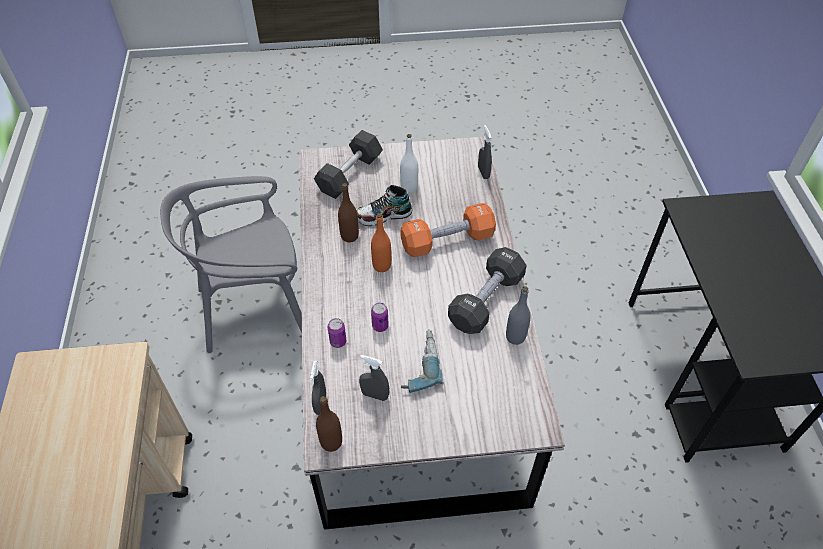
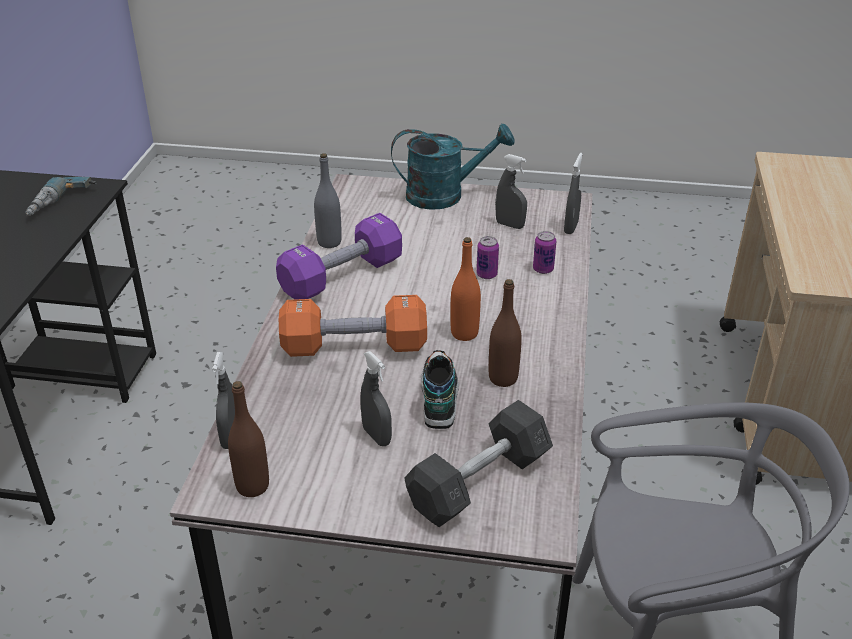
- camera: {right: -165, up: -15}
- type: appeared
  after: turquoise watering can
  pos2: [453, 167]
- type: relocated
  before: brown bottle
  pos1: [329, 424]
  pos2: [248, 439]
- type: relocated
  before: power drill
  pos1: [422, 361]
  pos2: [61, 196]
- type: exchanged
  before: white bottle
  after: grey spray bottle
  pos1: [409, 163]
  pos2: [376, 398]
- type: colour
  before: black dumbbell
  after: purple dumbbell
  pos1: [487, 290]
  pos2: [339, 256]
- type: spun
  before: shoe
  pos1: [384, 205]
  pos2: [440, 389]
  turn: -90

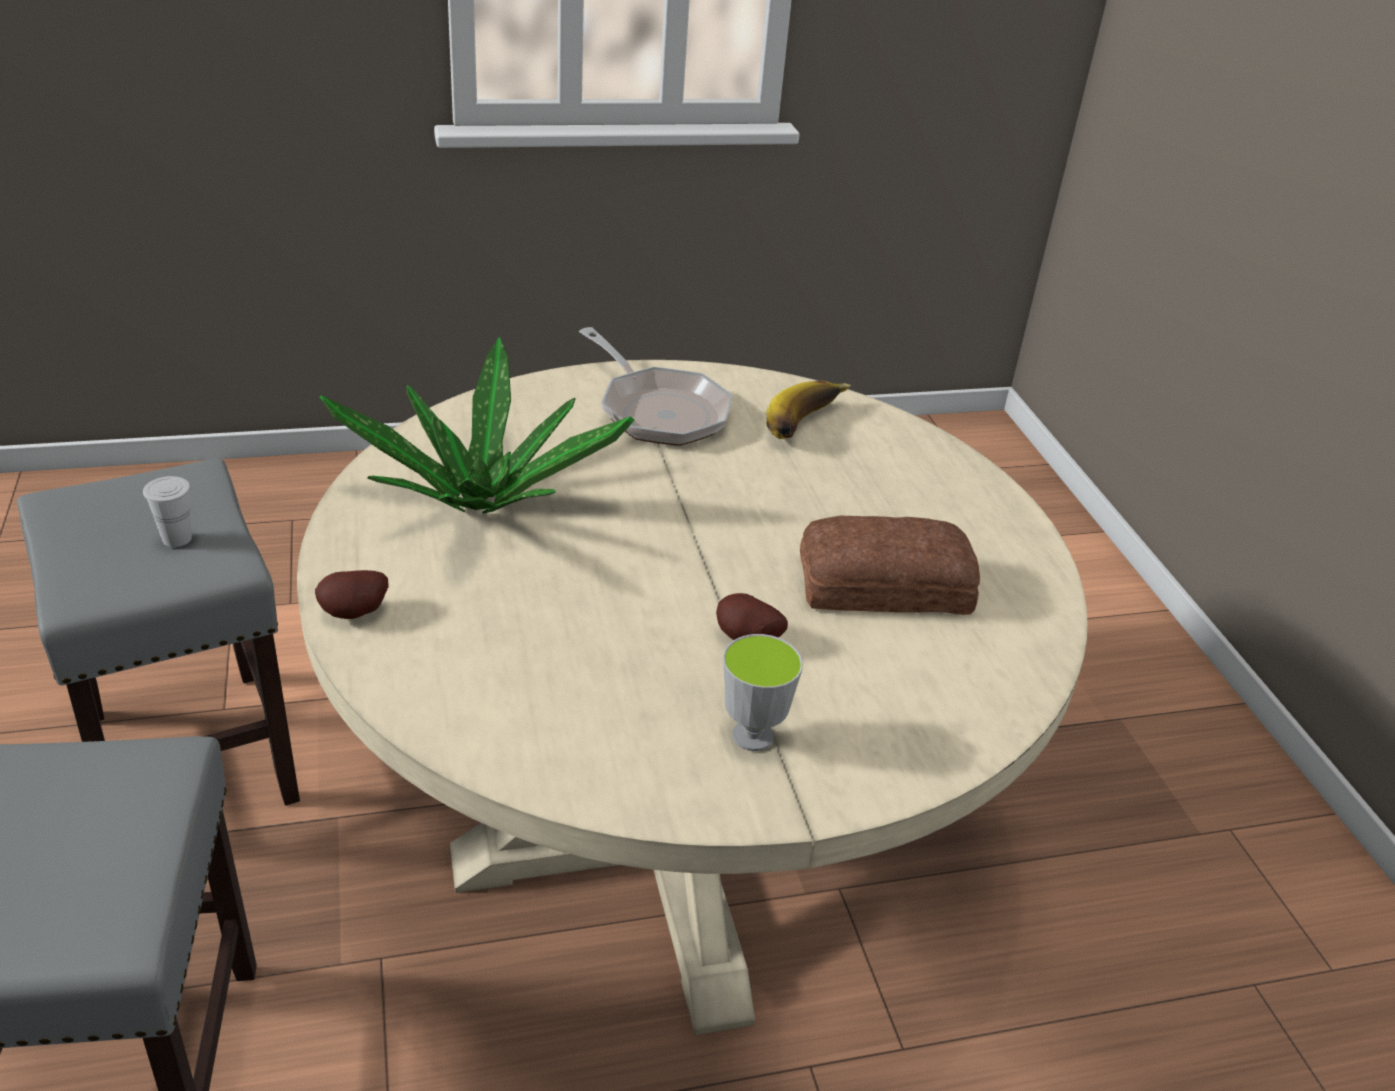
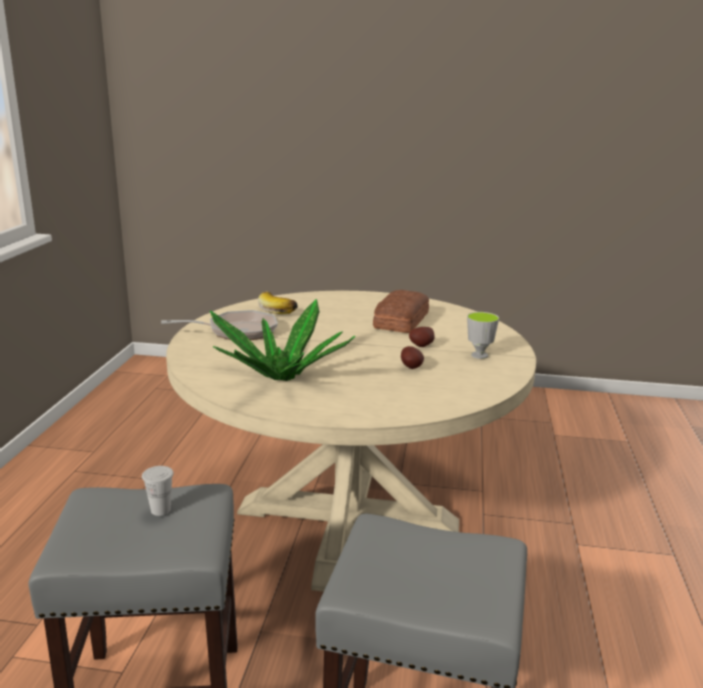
- camera: {right: -65, up: -15}
- type: relocated
  before: potato
  pos1: [352, 594]
  pos2: [412, 357]

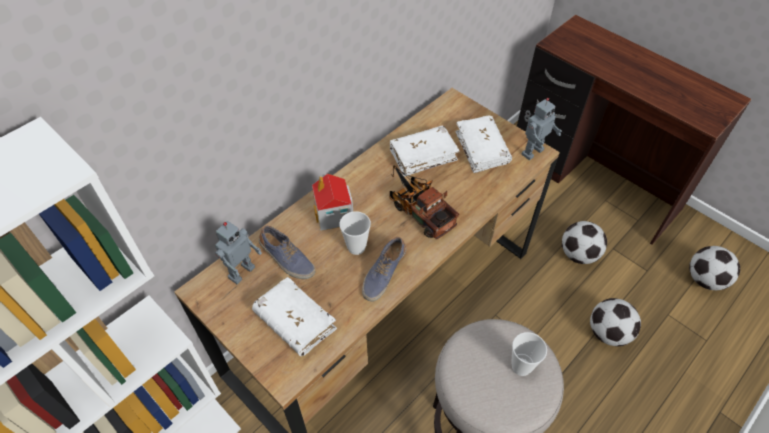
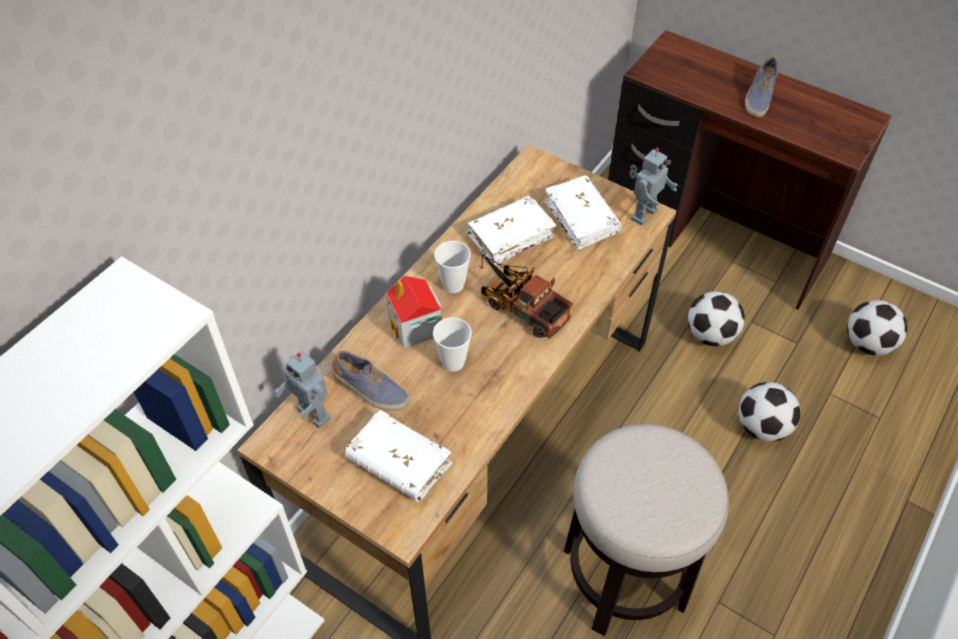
- camera: {right: -10, up: 0}
- type: relocated
  before: shoe
  pos1: [384, 269]
  pos2: [762, 86]
- type: relocated
  before: cup
  pos1: [529, 354]
  pos2: [452, 267]
- type: spun
  before: toy robot
  pos1: [238, 252]
  pos2: [302, 389]
  turn: 105

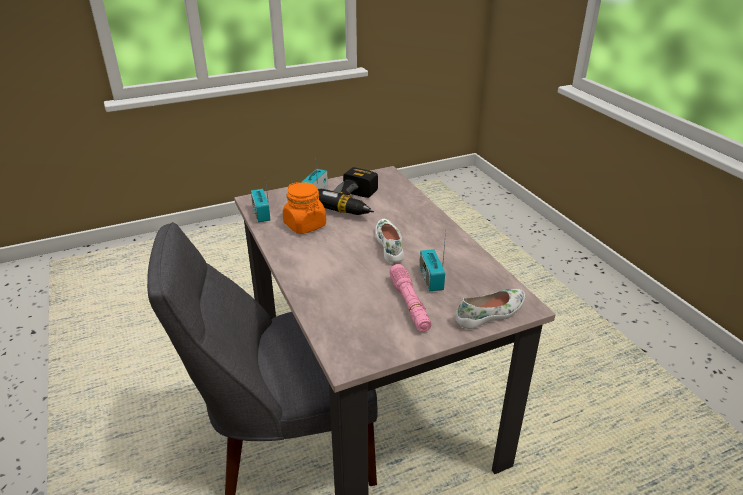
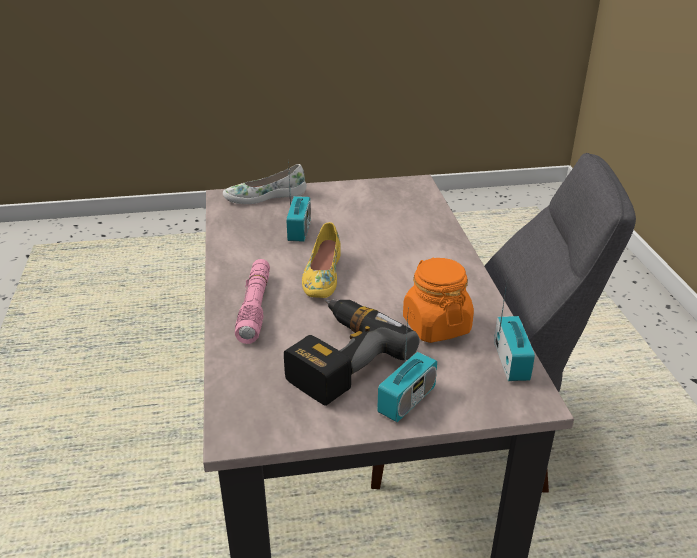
- camera: {right: -165, up: 0}
- type: relocated
  before: pink flashlight
  pos1: [410, 298]
  pos2: [252, 301]
- type: colour
  before: white shoe
  after: yellow shoe
  pos1: [389, 241]
  pos2: [321, 260]

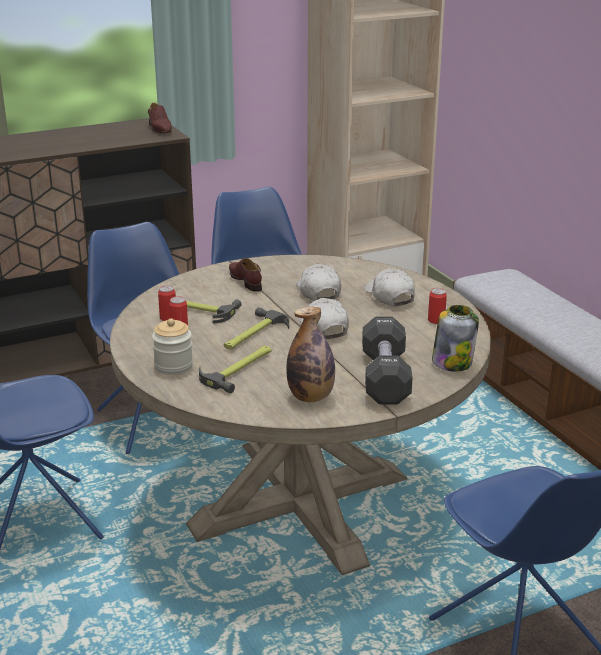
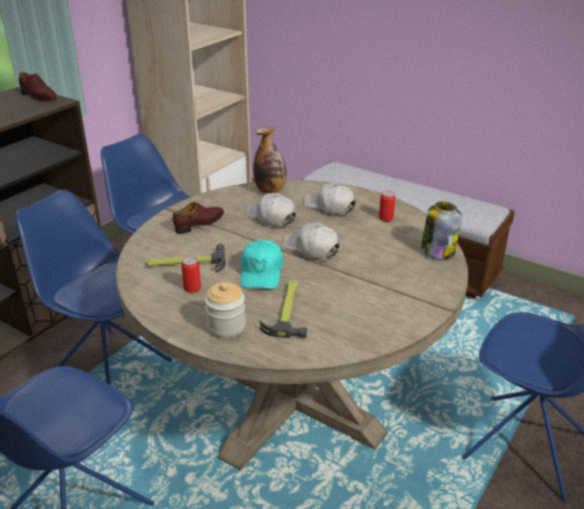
- camera: {right: -30, up: 5}
- type: missing
  before: can
  pos1: [167, 303]
- type: missing
  before: black dumbbell
  pos1: [387, 360]
- type: relocated
  before: bottle
  pos1: [310, 354]
  pos2: [269, 160]
- type: exchanged
  before: hammer
  after: turquoise cap
  pos1: [256, 328]
  pos2: [261, 264]
- type: spun
  before: brown shoe
  pos1: [245, 275]
  pos2: [198, 218]
  turn: 105

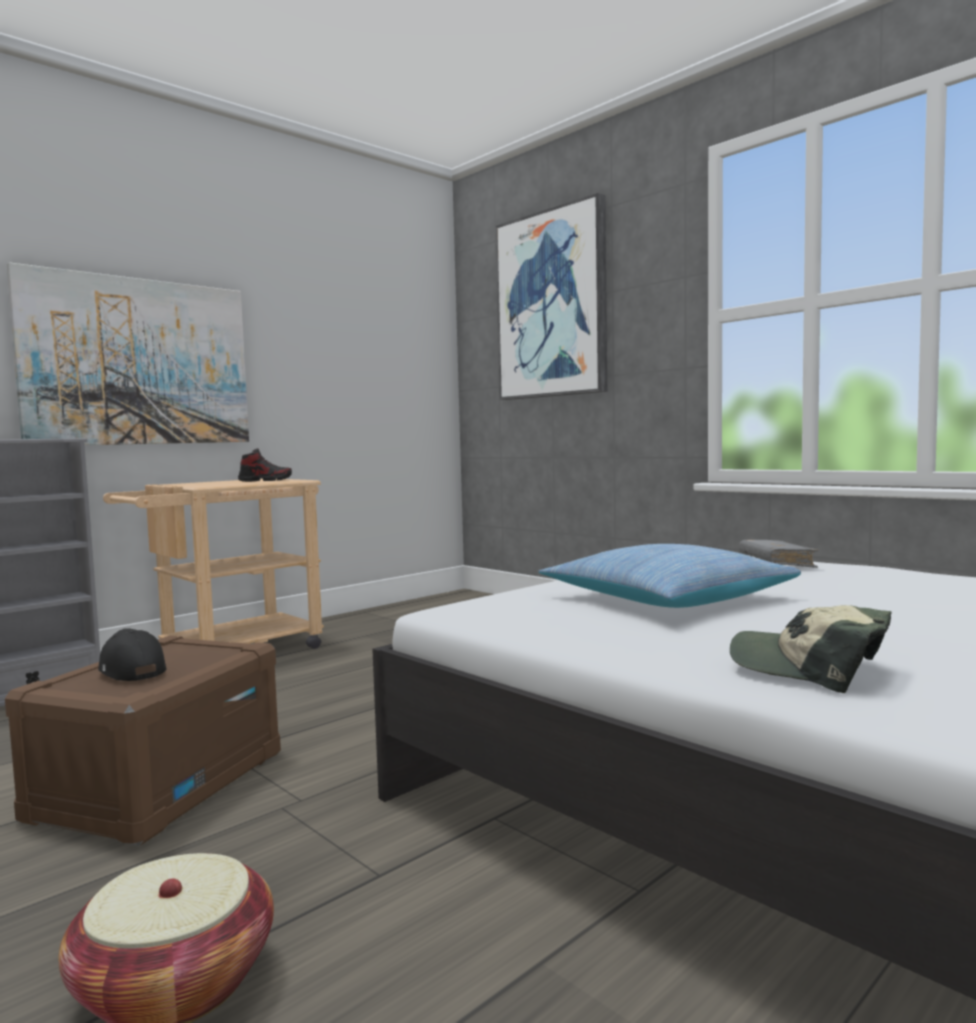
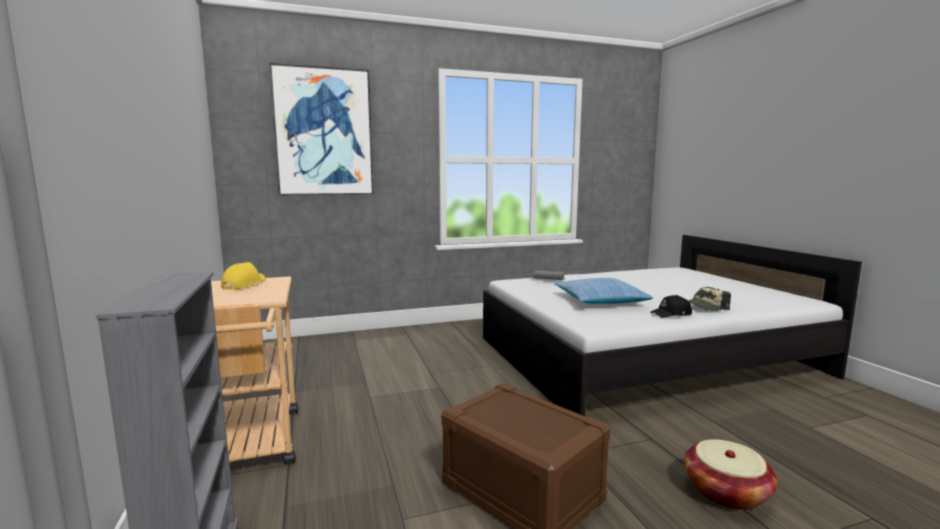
- camera: {right: -65, up: 5}
- type: missing
  before: picture
  pos1: [128, 353]
- type: relocated
  before: black cap
  pos1: [132, 654]
  pos2: [671, 306]
- type: exchanged
  before: shoe
  after: yellow cap
  pos1: [265, 465]
  pos2: [243, 276]

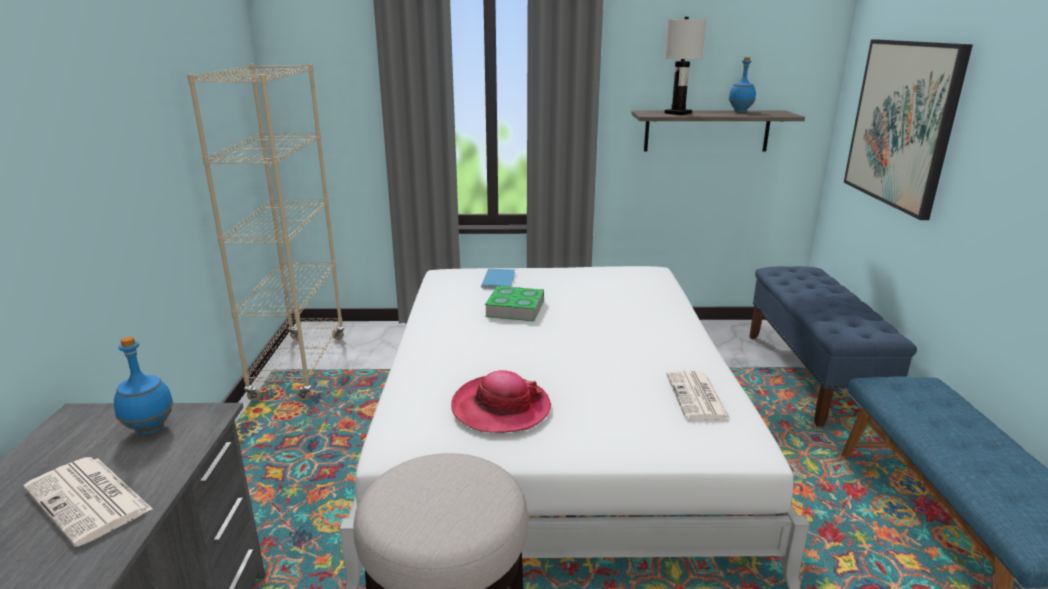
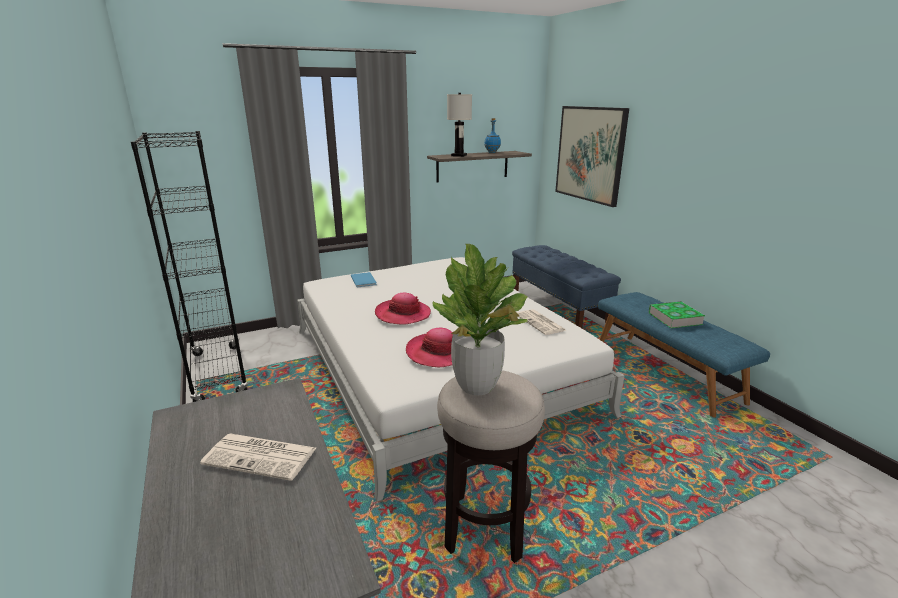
- camera: {right: -25, up: 0}
- type: missing
  before: blue bottle
  pos1: [144, 385]
- type: appeared
  after: hat
  pos2: [403, 309]
- type: appeared
  after: potted plant
  pos2: [480, 319]
- type: relocated
  before: book
  pos1: [514, 303]
  pos2: [676, 315]
- type: colour
  before: beige bookcase
  after: black bookcase
  pos1: [266, 232]
  pos2: [189, 266]

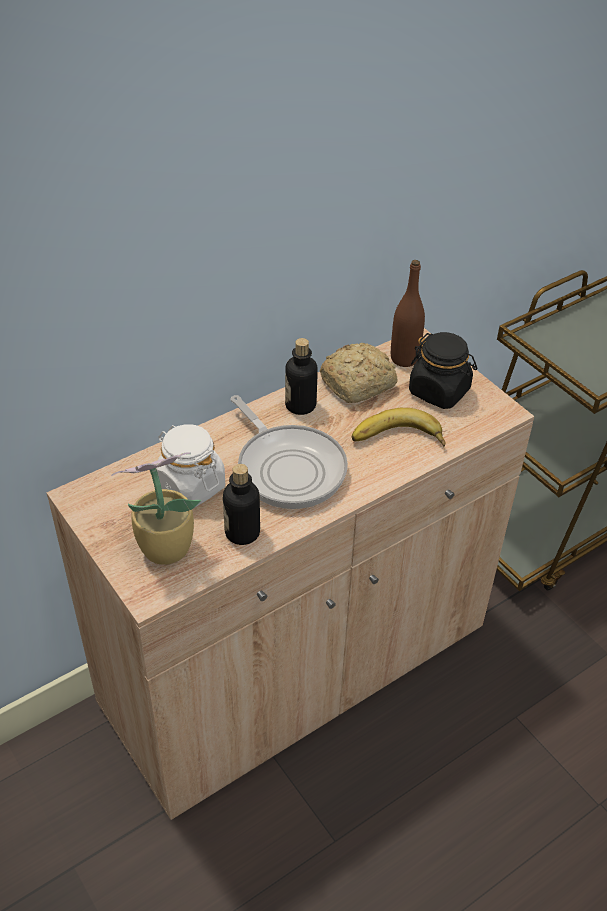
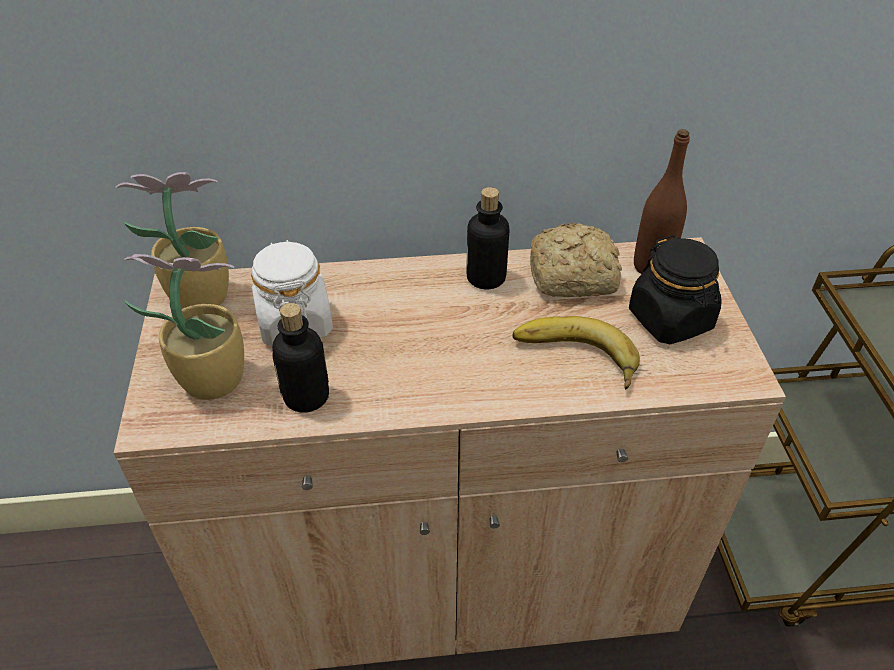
- camera: {right: 30, up: 0}
- type: missing
  before: frying pan
  pos1: [289, 452]
- type: appeared
  after: potted plant
  pos2: [172, 240]

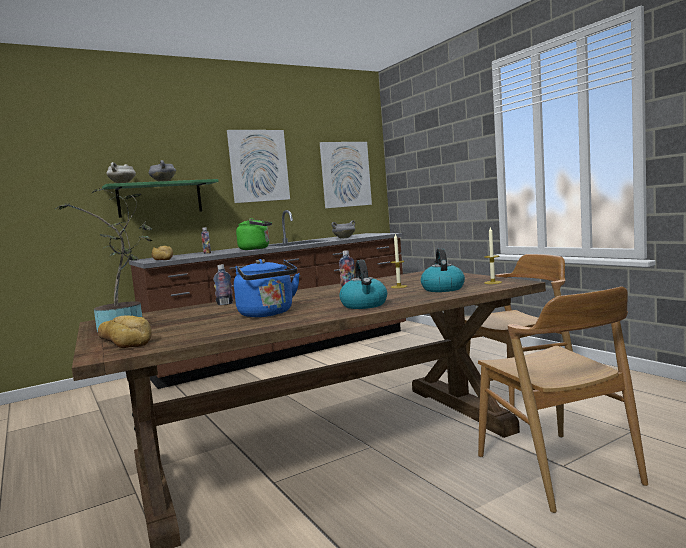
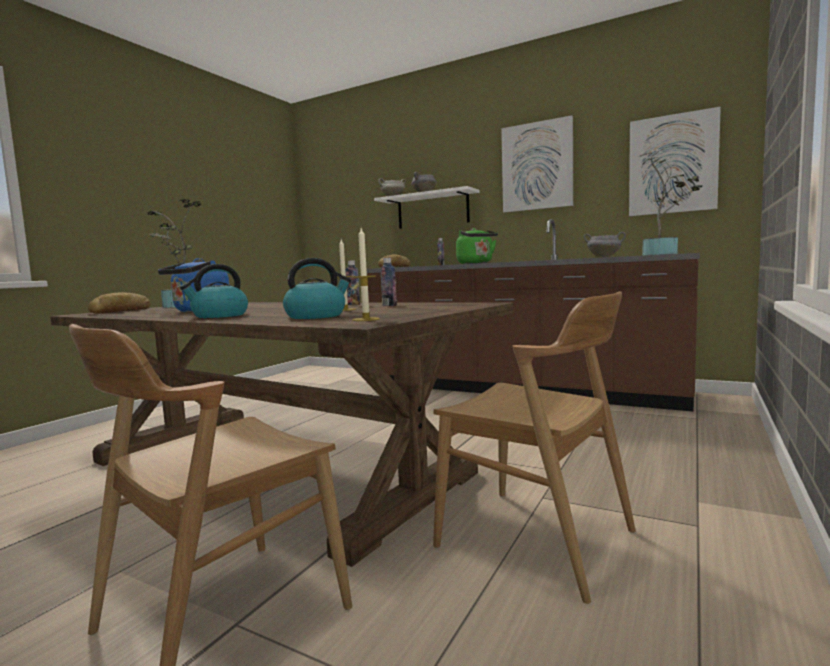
- camera: {right: 60, up: 0}
- type: appeared
  after: potted plant
  pos2: [671, 204]
- type: relocated
  before: bottle
  pos1: [223, 284]
  pos2: [389, 282]
- type: colour
  before: green shelf
  after: white shelf
  pos1: [160, 198]
  pos2: [427, 207]

